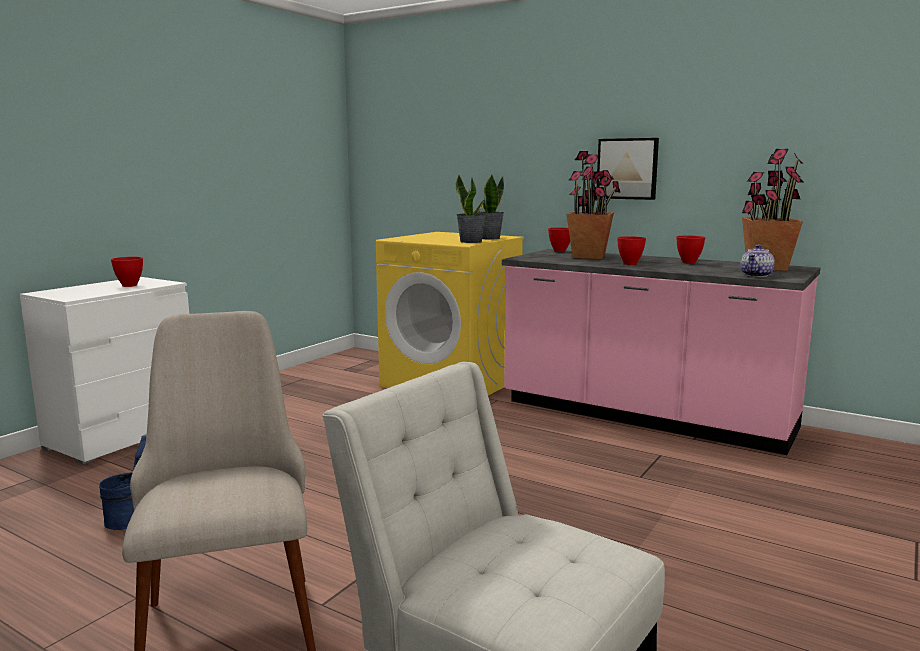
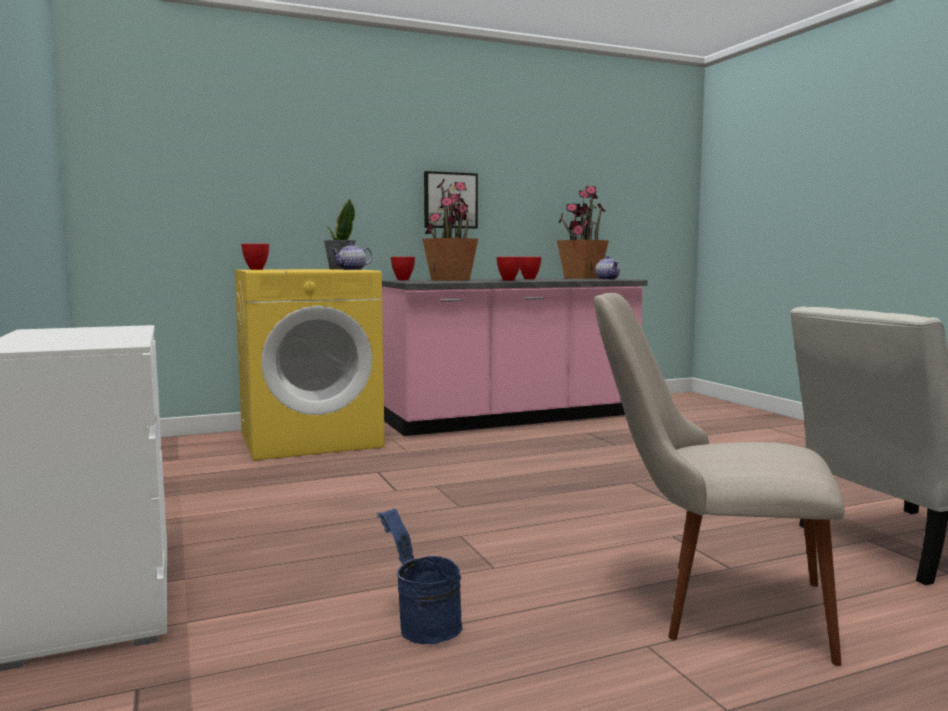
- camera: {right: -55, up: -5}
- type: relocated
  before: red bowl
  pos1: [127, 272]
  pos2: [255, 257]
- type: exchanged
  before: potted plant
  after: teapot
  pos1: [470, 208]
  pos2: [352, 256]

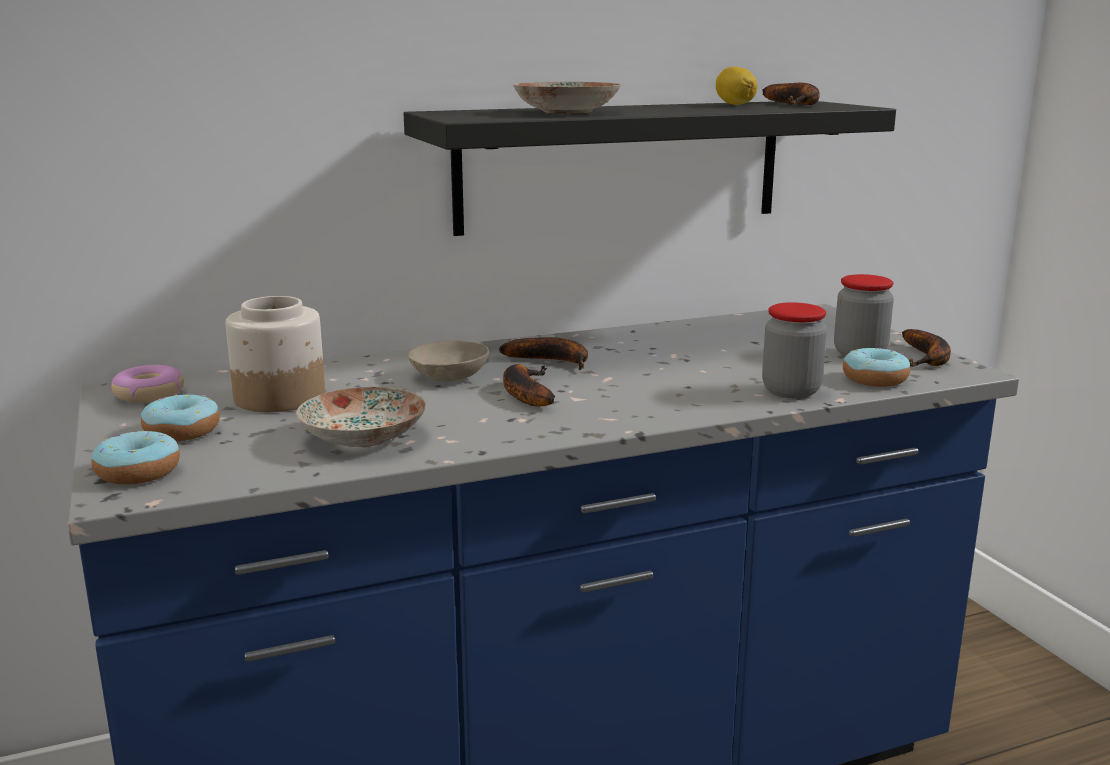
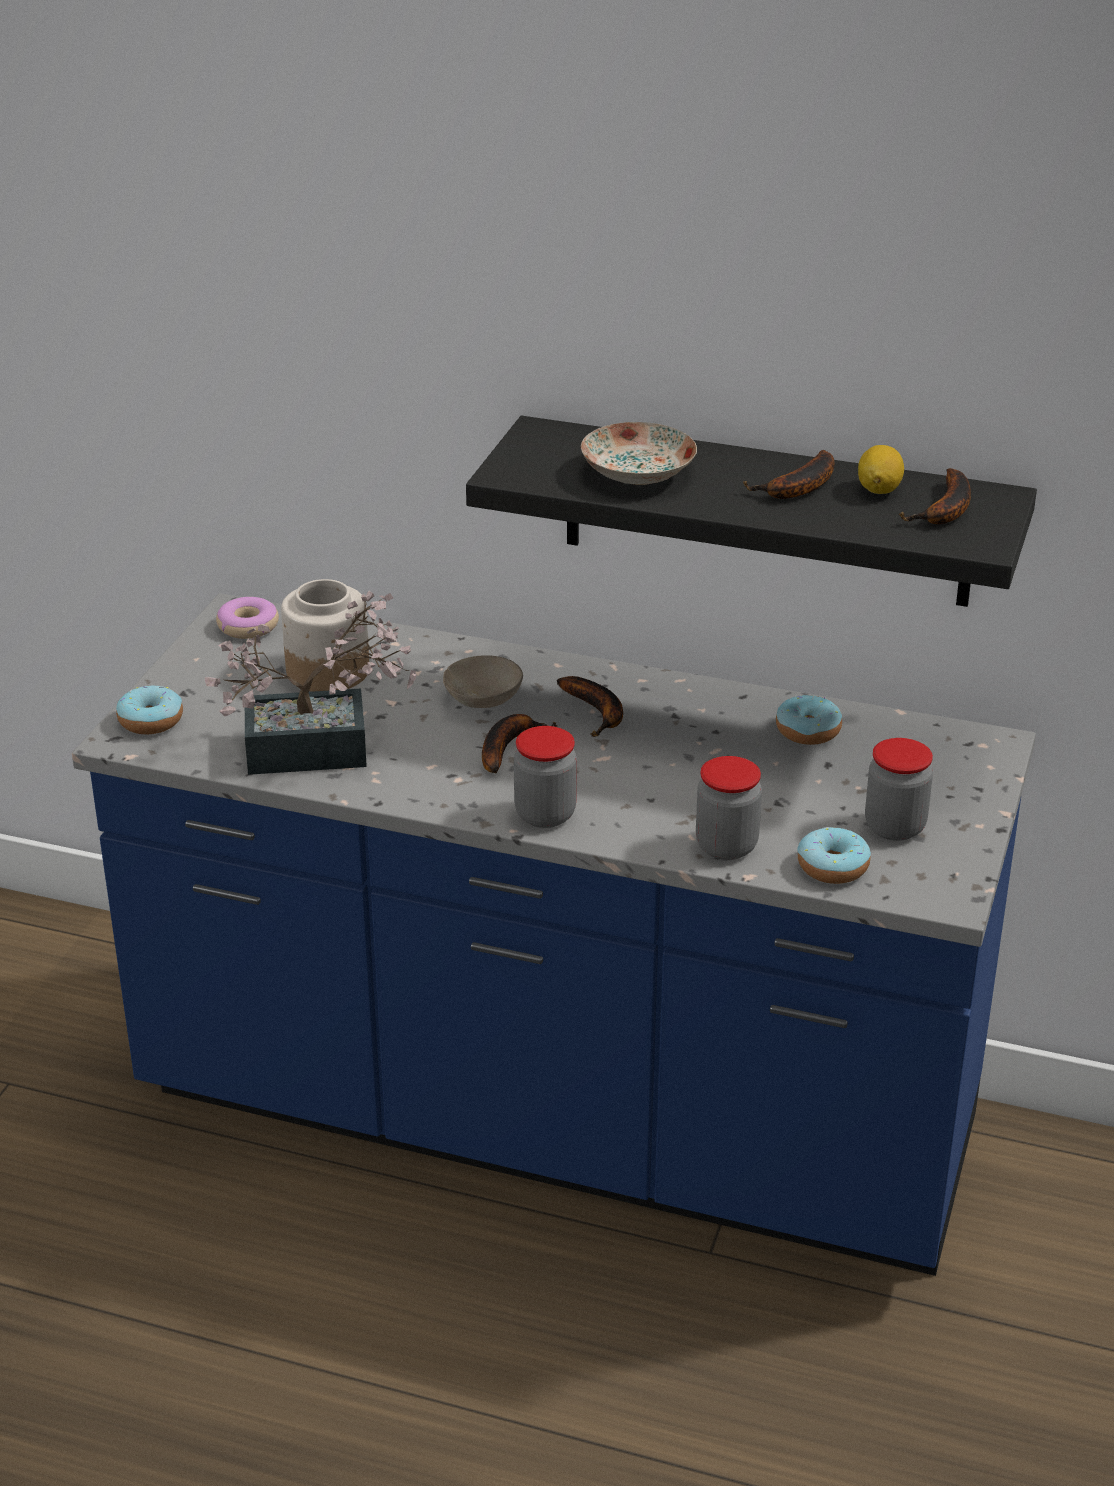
- camera: {right: 40, up: 15}
- type: appeared
  after: jar
  pos2: [545, 777]
- type: relocated
  before: donut
  pos1: [180, 417]
  pos2: [809, 720]
- type: relocated
  before: banana
  pos1: [926, 348]
  pos2: [788, 474]
- type: exchanged
  before: plate
  after: potted plant
  pos1: [361, 417]
  pos2: [310, 682]

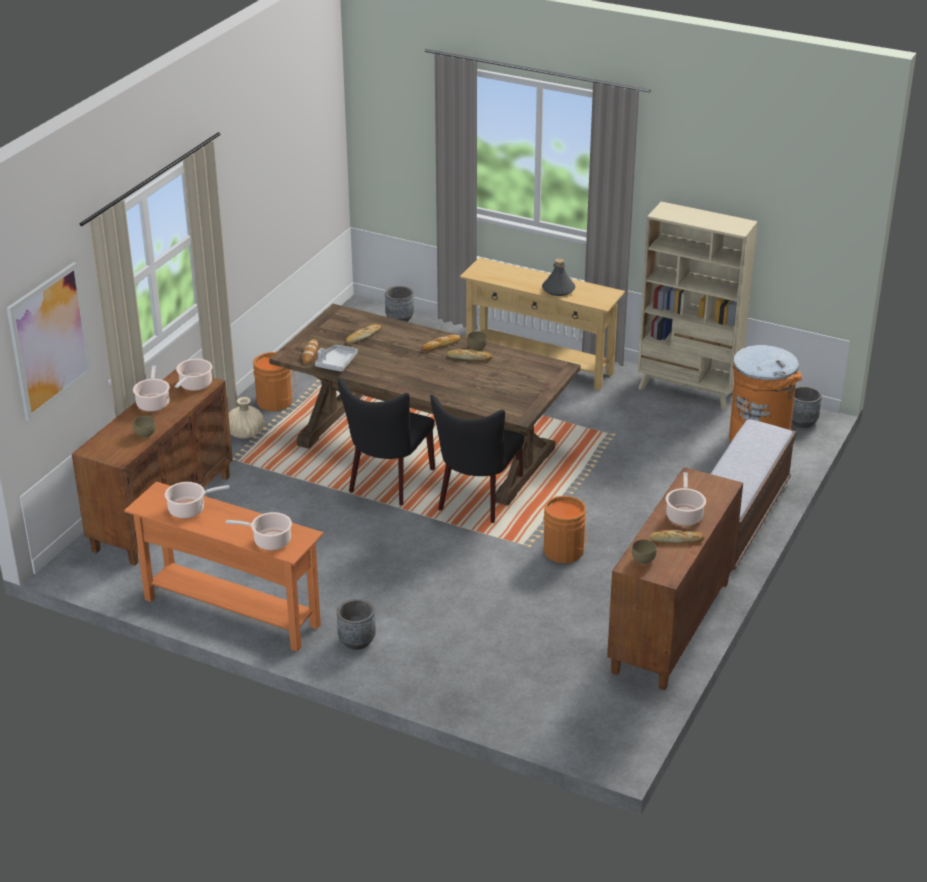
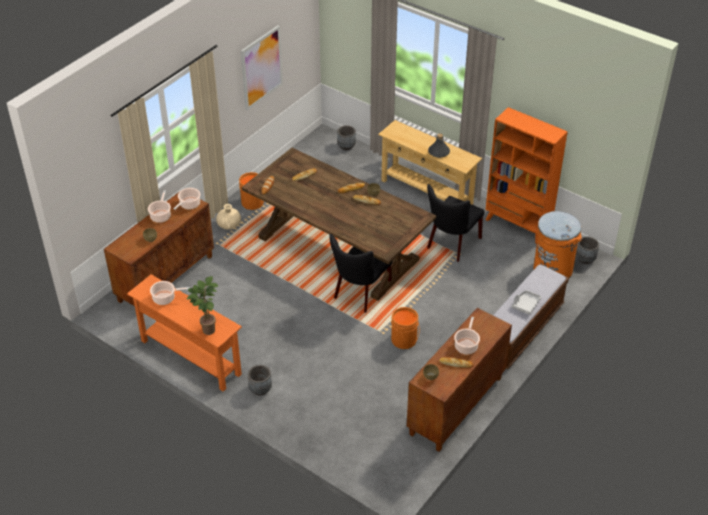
- camera: {right: 10, up: 10}
- type: relocated
  before: picture
  pos1: [49, 341]
  pos2: [262, 67]
- type: relocated
  before: grey tray
  pos1: [336, 358]
  pos2: [526, 302]
- type: relocated
  before: black chair
  pos1: [386, 441]
  pos2: [456, 223]
- type: exchanged
  before: cooking pot
  after: potted plant
  pos1: [259, 531]
  pos2: [203, 305]
- type: colour
  before: beige bookcase
  after: orange bookcase
  pos1: [697, 306]
  pos2: [526, 175]

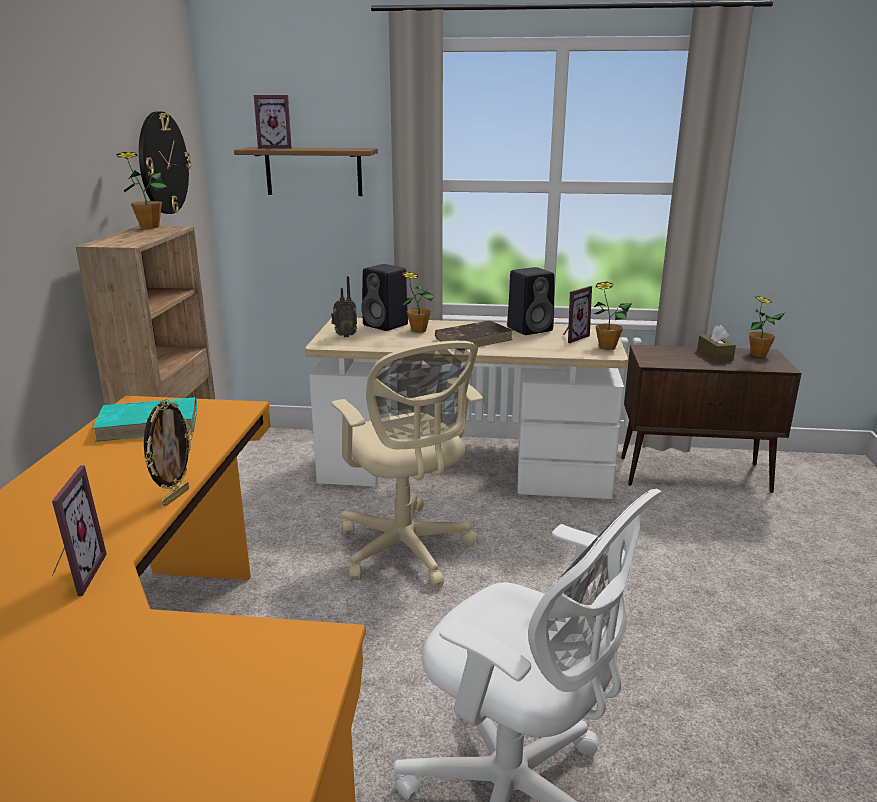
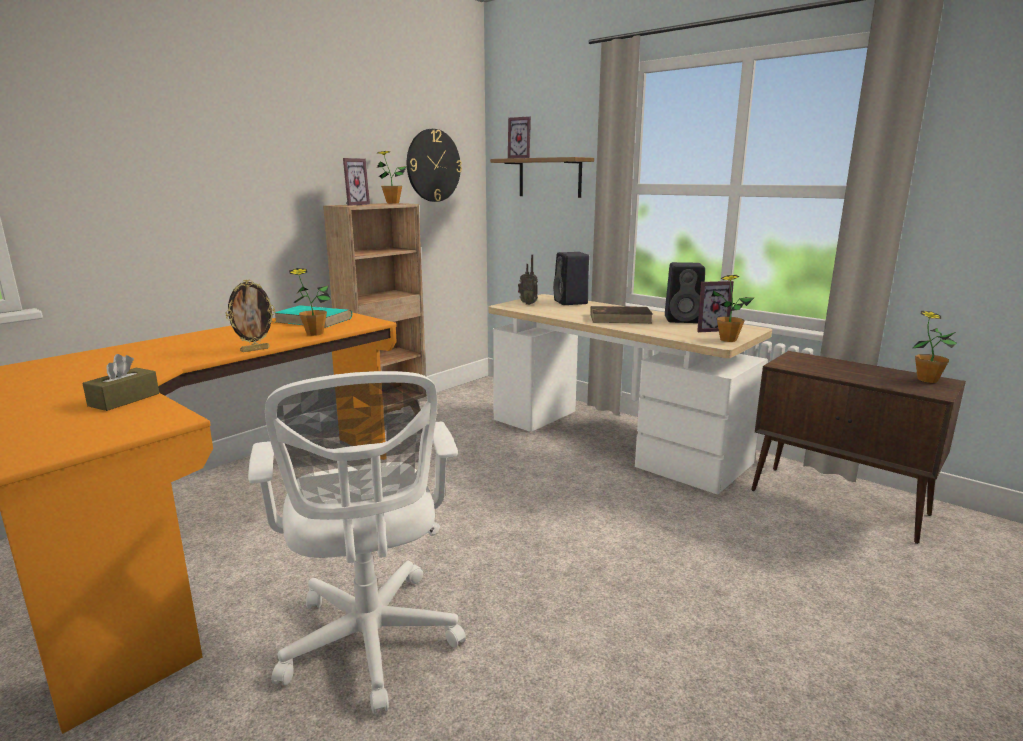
- camera: {right: 35, up: -5}
- type: missing
  before: beige office chair
  pos1: [407, 464]
- type: relocated
  before: picture frame
  pos1: [79, 530]
  pos2: [356, 182]
- type: relocated
  before: potted plant
  pos1: [418, 302]
  pos2: [310, 302]
- type: relocated
  before: brown tissue box
  pos1: [716, 343]
  pos2: [120, 382]

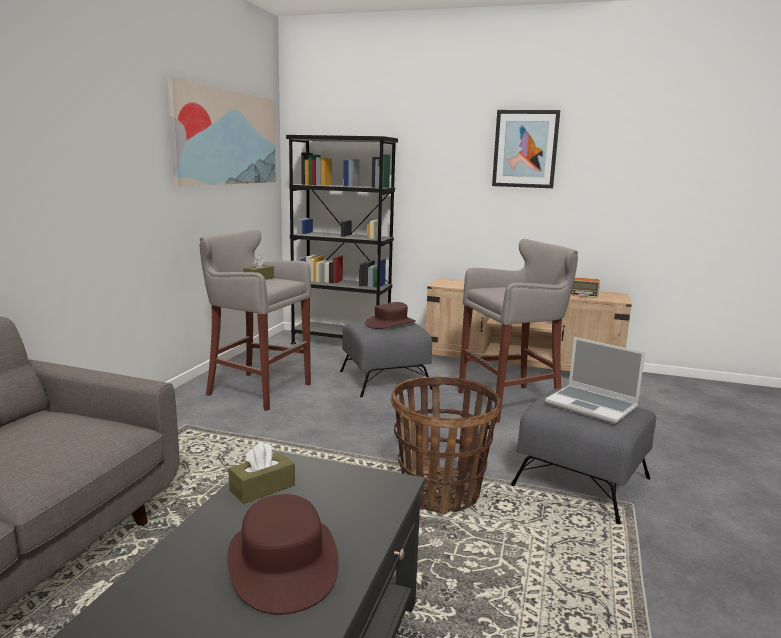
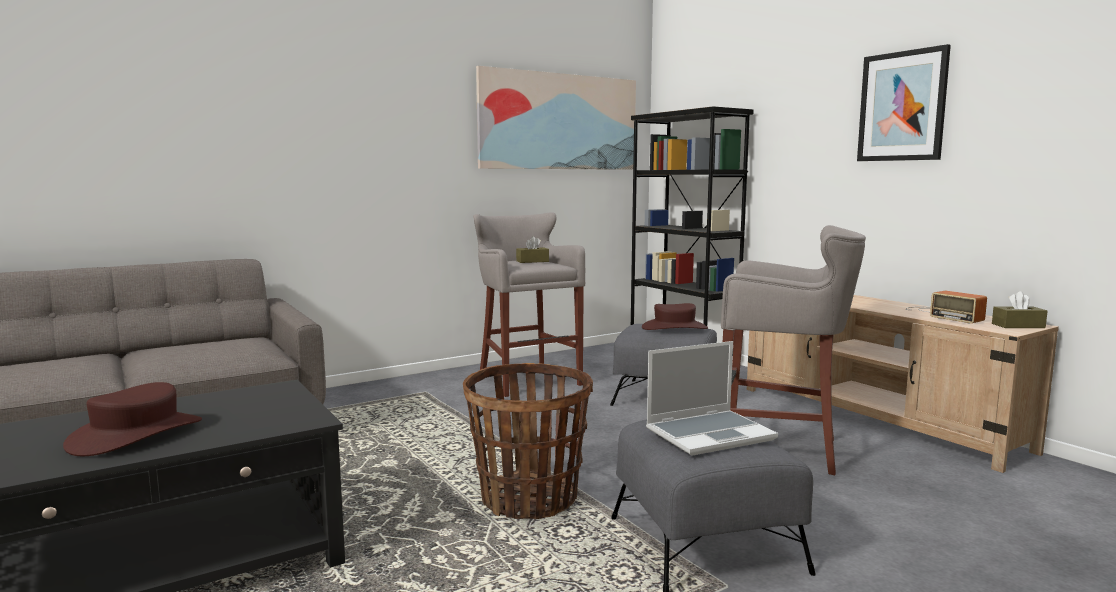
- camera: {right: 40, up: -5}
- type: relocated
  before: brown tissue box
  pos1: [262, 473]
  pos2: [1020, 309]
- type: spun
  before: laptop
  pos1: [595, 380]
  pos2: [712, 398]
  turn: -105

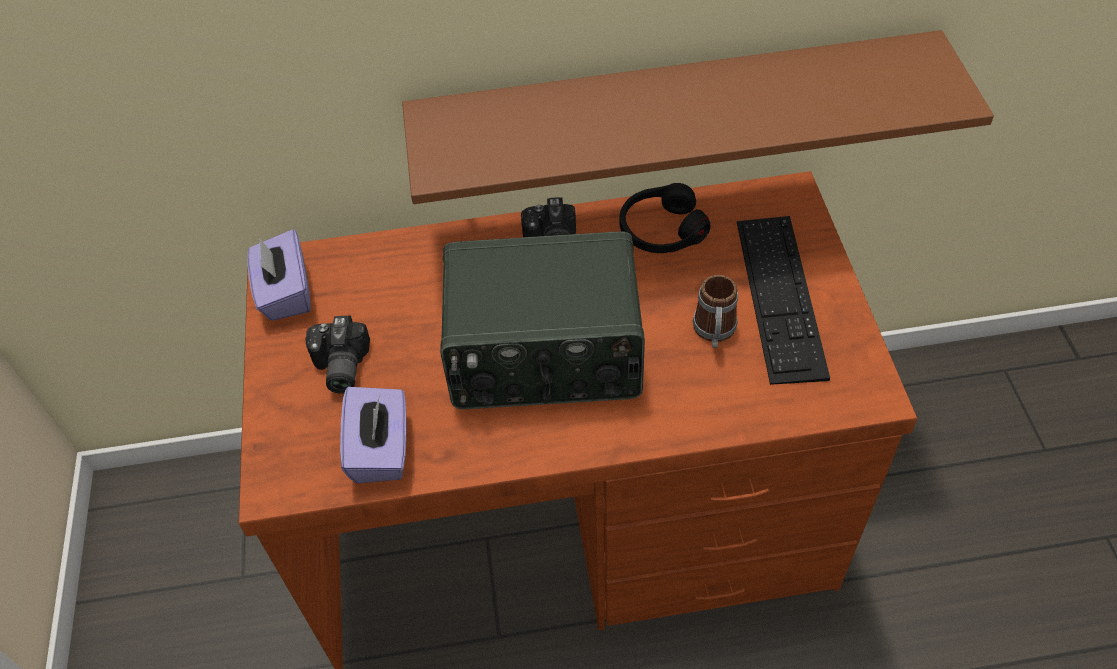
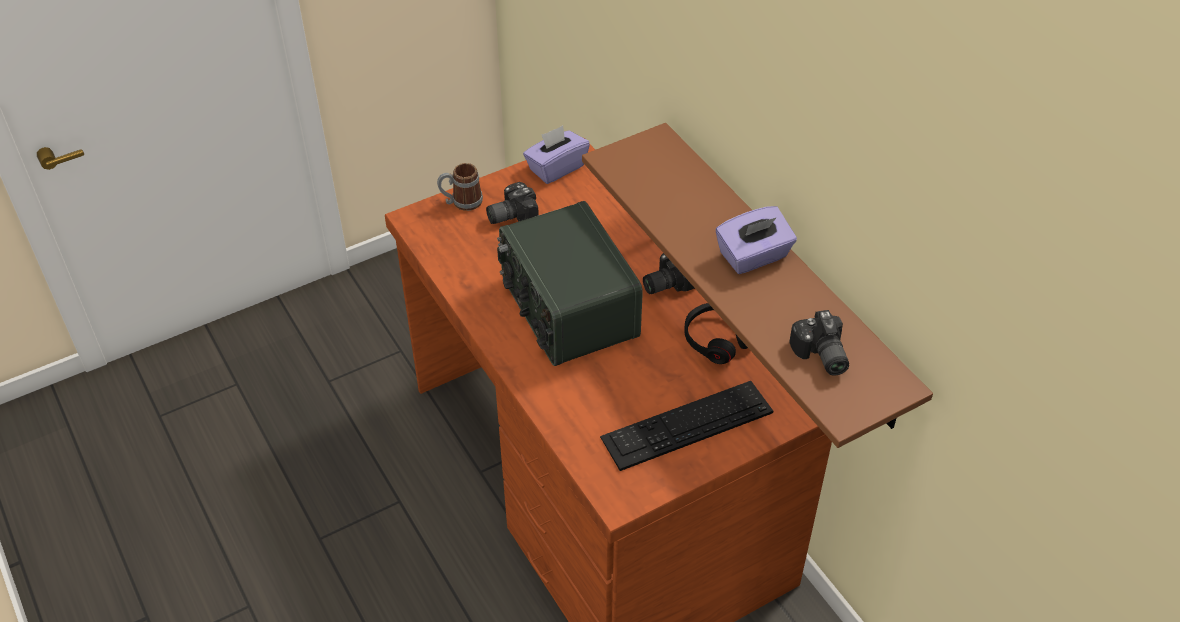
- camera: {right: 65, up: -5}
- type: appeared
  after: photo camera
  pos2: [819, 343]
- type: relocated
  before: purple tissue box
  pos1: [373, 435]
  pos2: [756, 240]
- type: relocated
  before: mug
  pos1: [715, 311]
  pos2: [460, 187]

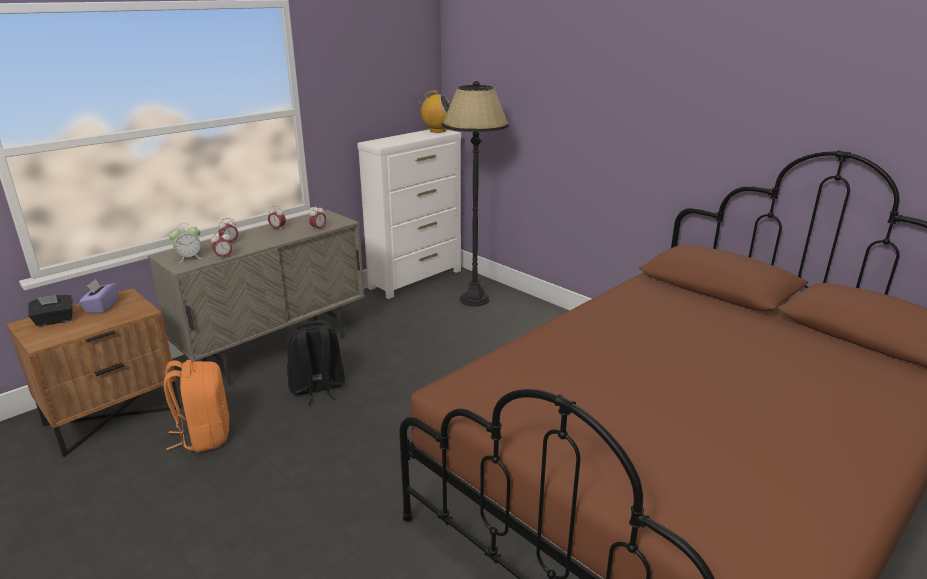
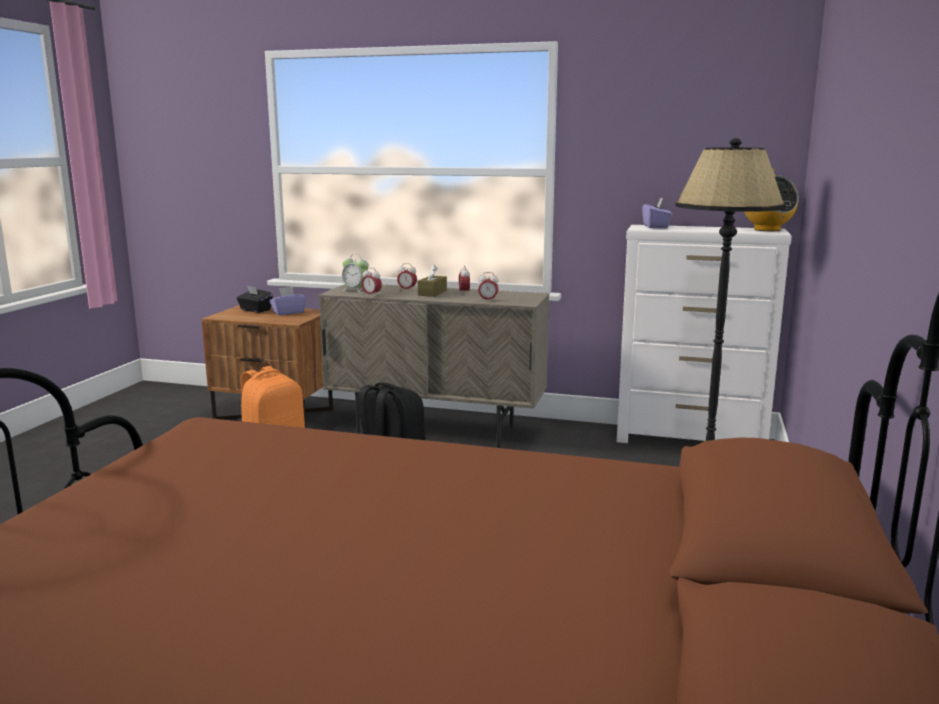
- camera: {right: 60, up: -10}
- type: appeared
  after: brown tissue box
  pos2: [432, 280]
- type: appeared
  after: purple tissue box
  pos2: [657, 213]

